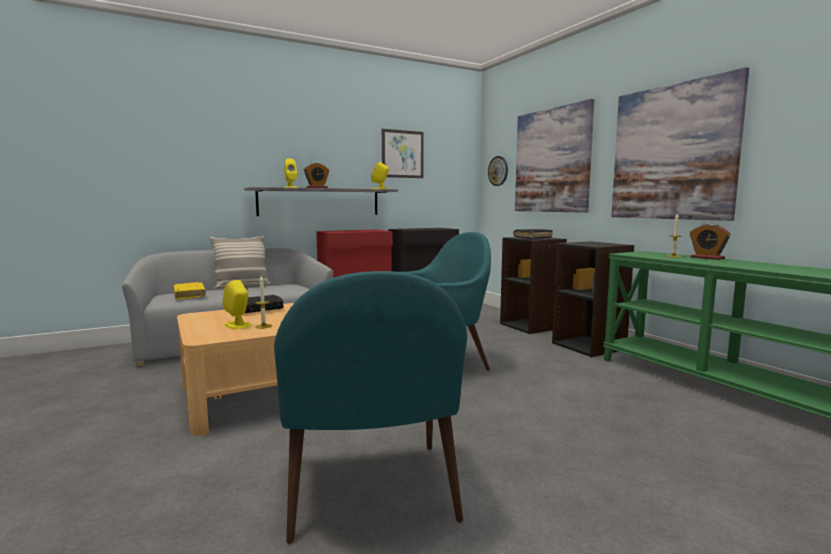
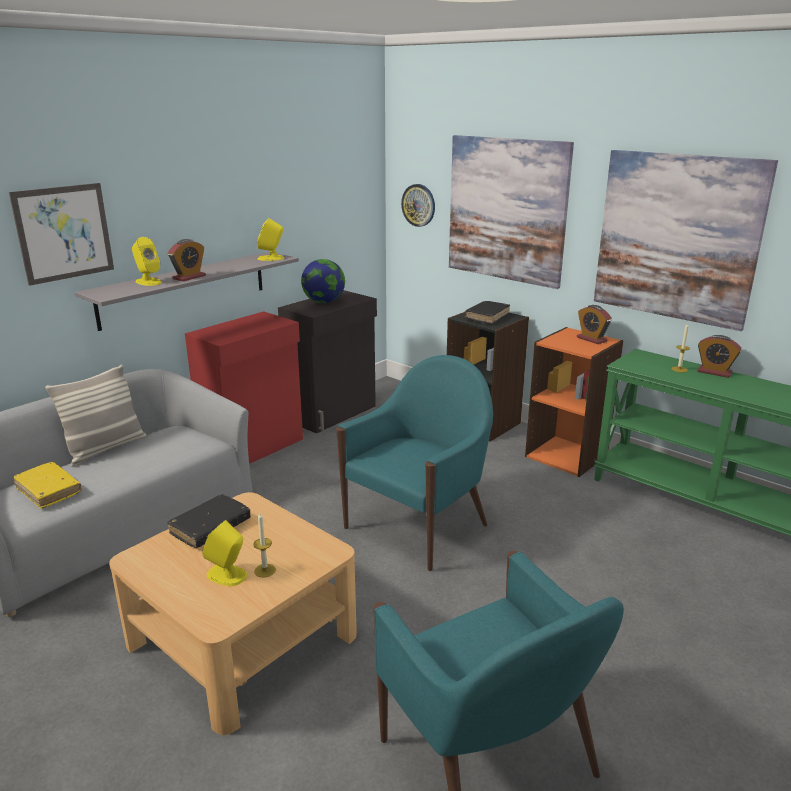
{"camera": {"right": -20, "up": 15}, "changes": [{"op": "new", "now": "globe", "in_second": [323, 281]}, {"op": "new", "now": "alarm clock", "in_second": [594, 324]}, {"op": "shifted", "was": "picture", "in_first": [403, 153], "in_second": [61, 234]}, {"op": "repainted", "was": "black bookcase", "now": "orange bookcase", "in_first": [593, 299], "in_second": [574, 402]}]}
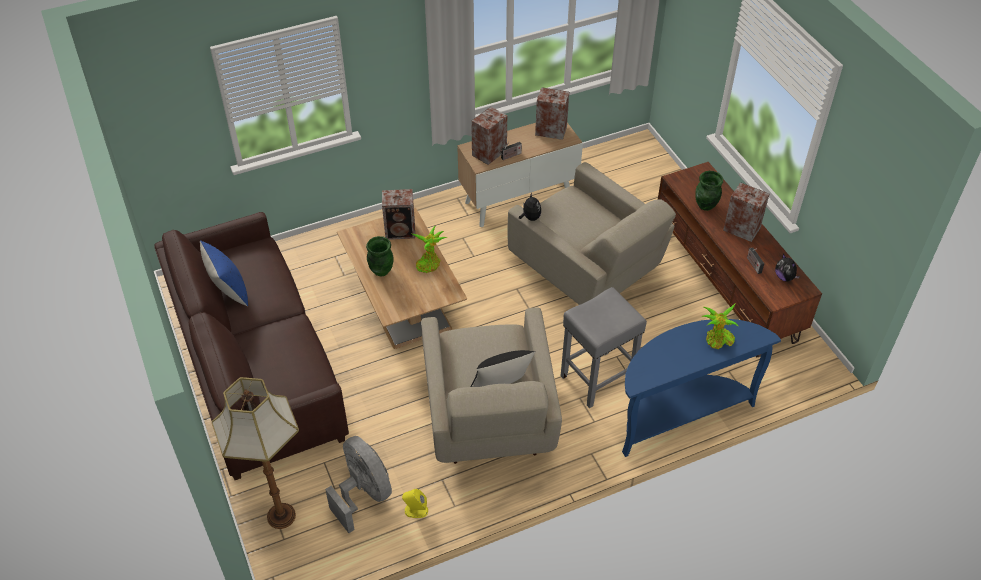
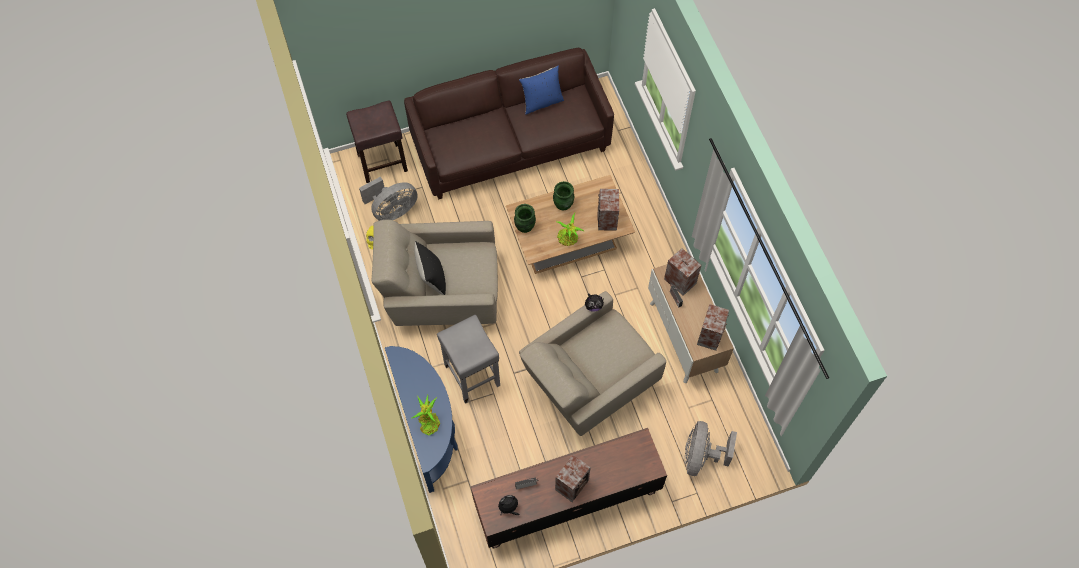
{"camera": {"right": 95, "up": 15}, "changes": [{"op": "new", "now": "grey fan", "in_second": [711, 448]}, {"op": "shifted", "was": "green vase", "in_first": [709, 191], "in_second": [525, 218]}, {"op": "swapped", "was": "floor lamp", "now": "brown stool", "in_first": [255, 453], "in_second": [377, 142]}]}
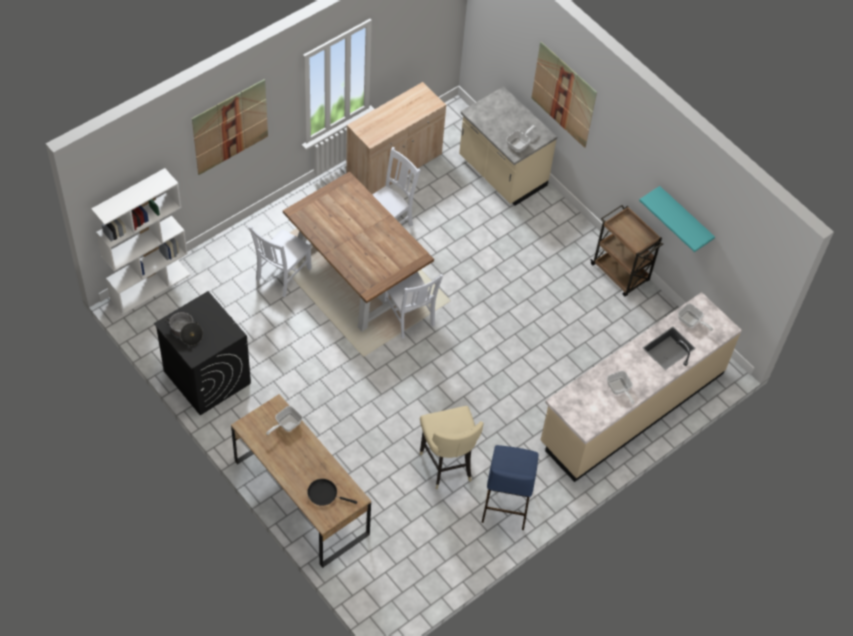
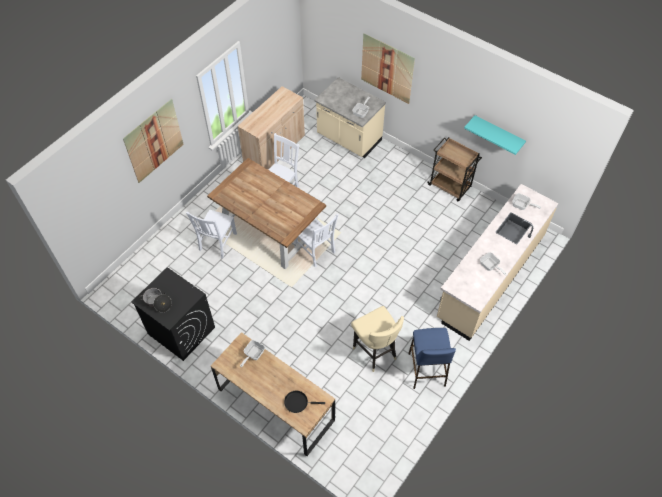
{"camera": {"right": -10, "up": 0}, "changes": [{"op": "gone", "was": "white bookcase", "in_first": [140, 241]}]}
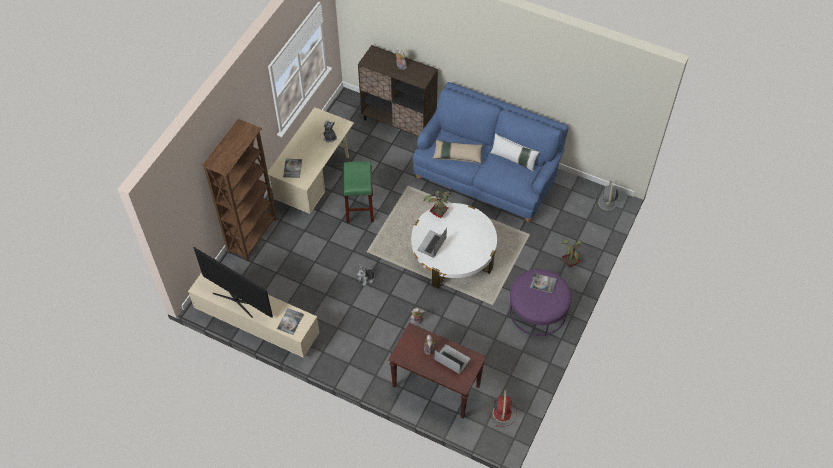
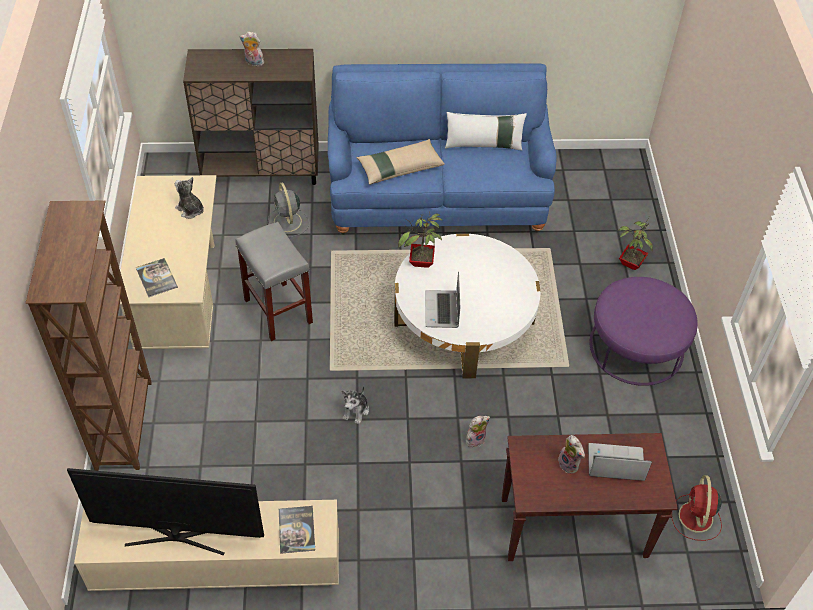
{"camera": {"right": -30, "up": -5}, "changes": [{"op": "gone", "was": "book", "in_first": [543, 283]}, {"op": "shifted", "was": "grey fan", "in_first": [607, 197], "in_second": [288, 209]}, {"op": "repainted", "was": "green stool", "now": "grey stool", "in_first": [359, 192], "in_second": [274, 281]}, {"op": "rotated", "was": "red fan", "in_first": [502, 408], "in_second": [697, 508], "clockwise": -150}]}
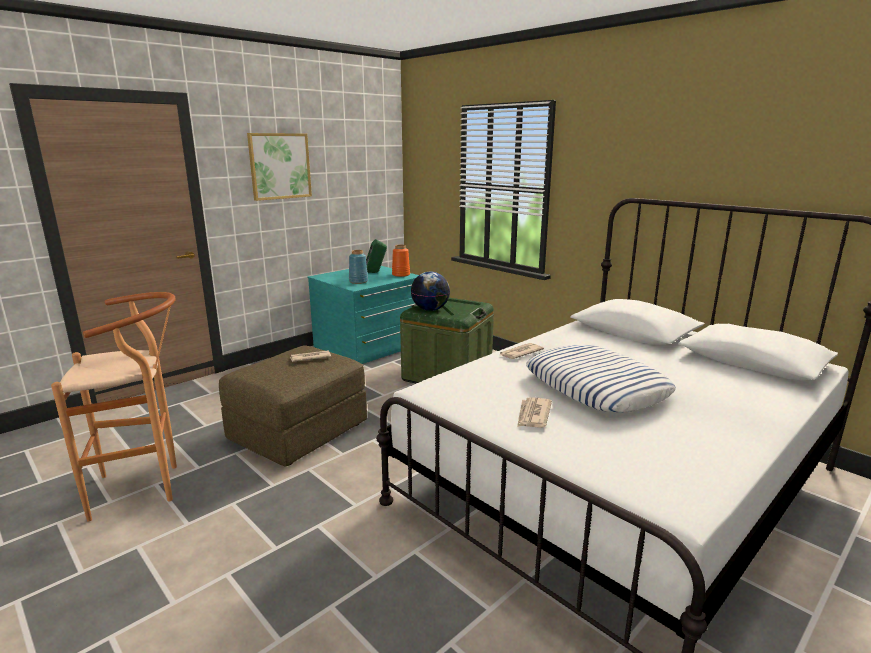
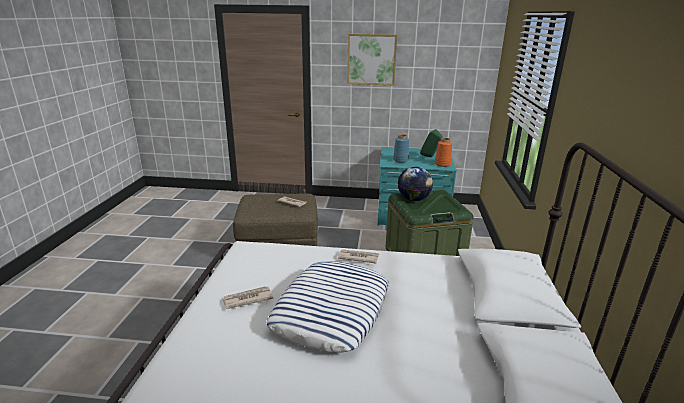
{"camera": {"right": 50, "up": 5}, "changes": [{"op": "gone", "was": "brown stool", "in_first": [114, 407]}]}
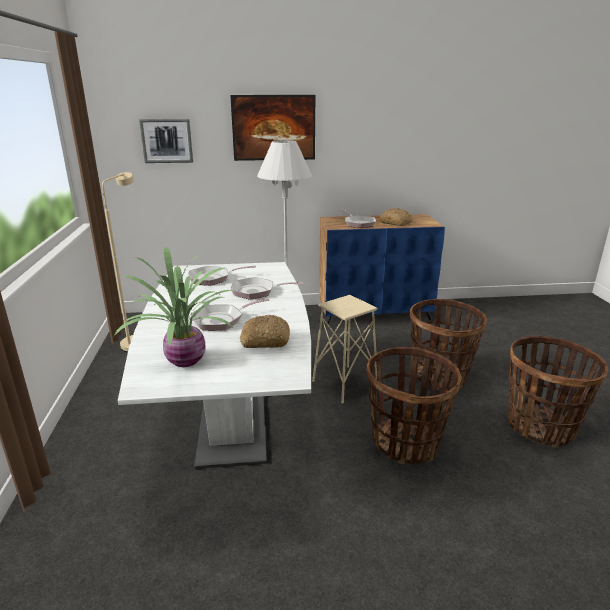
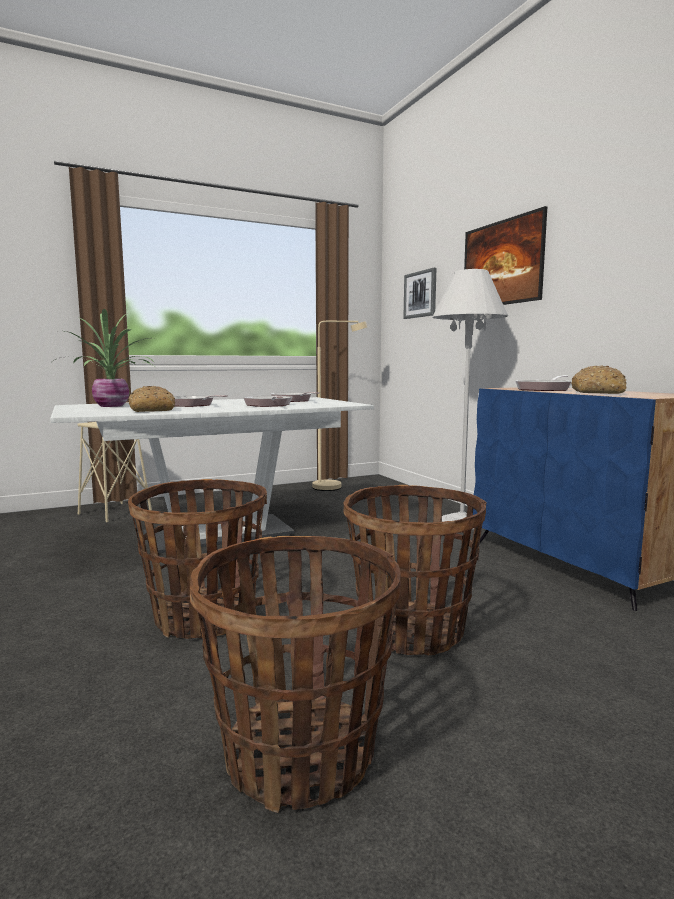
{"camera": {"right": 70, "up": -15}, "changes": [{"op": "shifted", "was": "beige stool", "in_first": [344, 349], "in_second": [114, 472]}]}
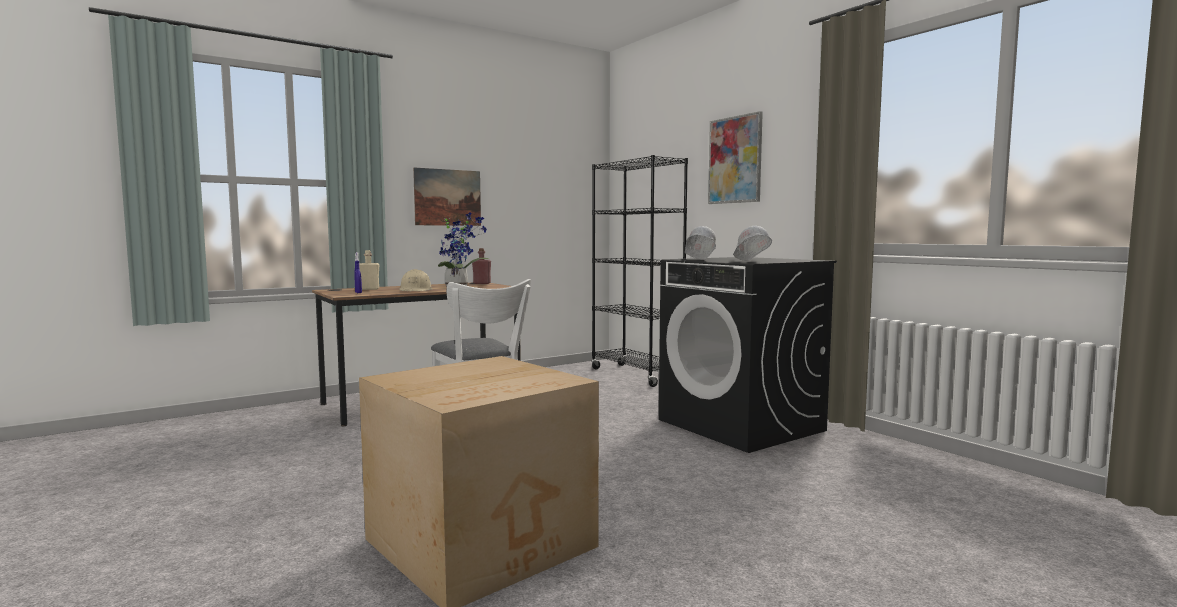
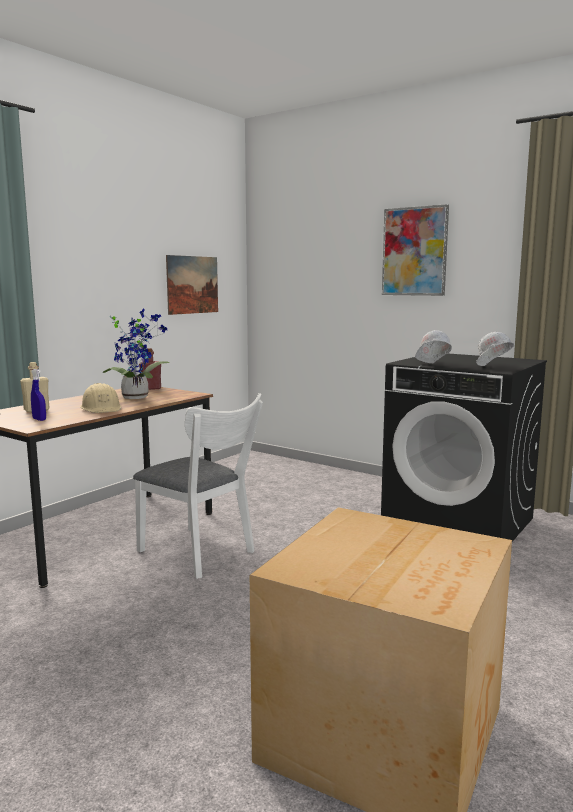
{"camera": {"right": -20, "up": 5}, "changes": [{"op": "gone", "was": "black bookcase", "in_first": [639, 271]}, {"op": "shifted", "was": "picture", "in_first": [447, 196], "in_second": [192, 285]}]}
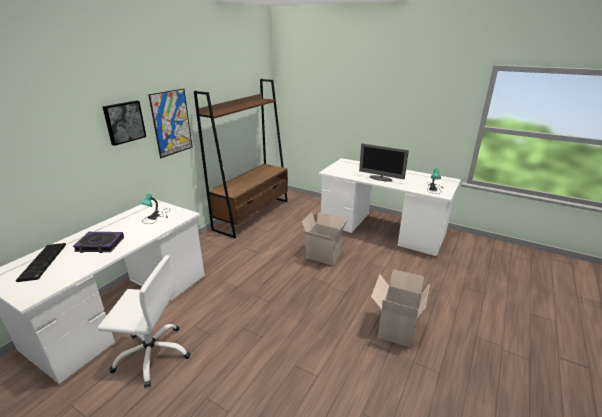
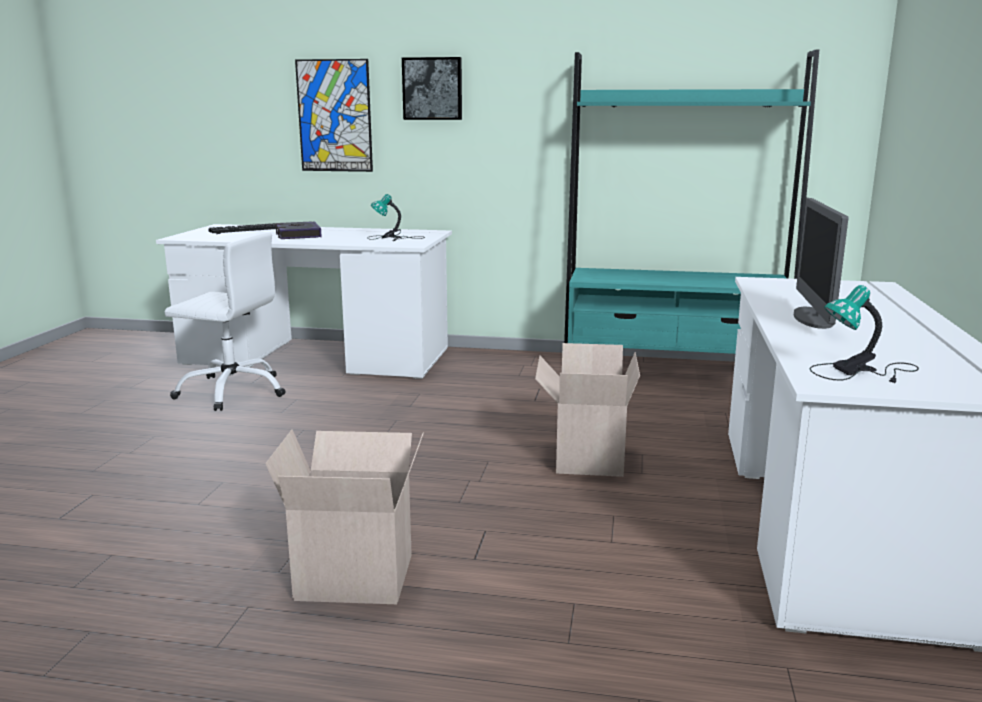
{"camera": {"right": 70, "up": -10}, "changes": [{"op": "shifted", "was": "picture", "in_first": [170, 123], "in_second": [334, 115]}, {"op": "repainted", "was": "brown bookcase", "now": "turquoise bookcase", "in_first": [241, 158], "in_second": [691, 202]}, {"op": "rotated", "was": "white office chair", "in_first": [144, 321], "in_second": [225, 322], "clockwise": -60}]}
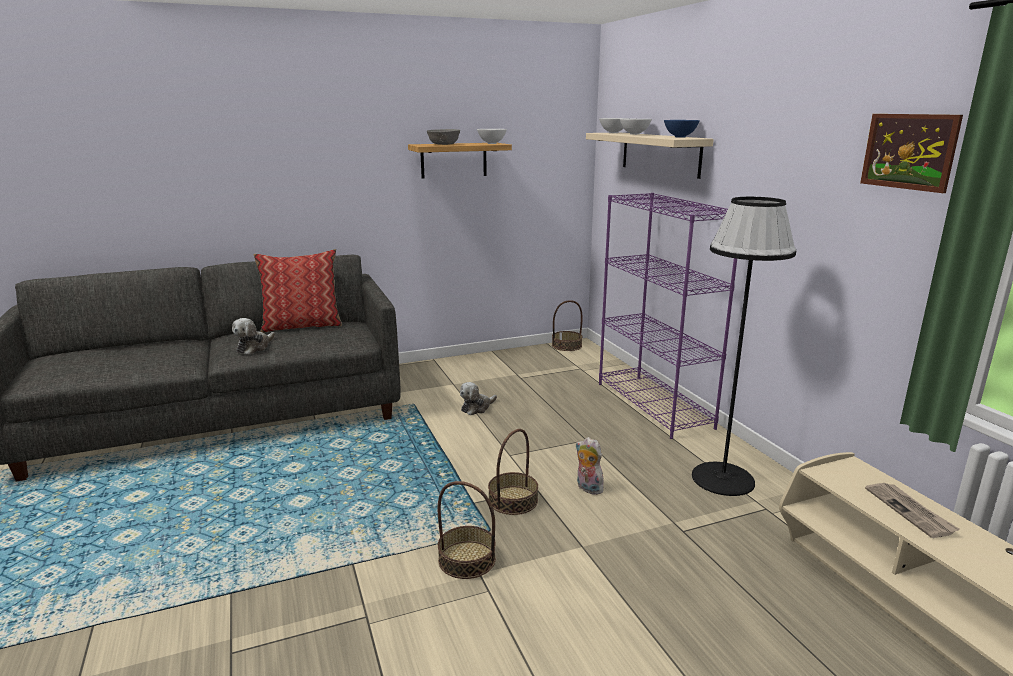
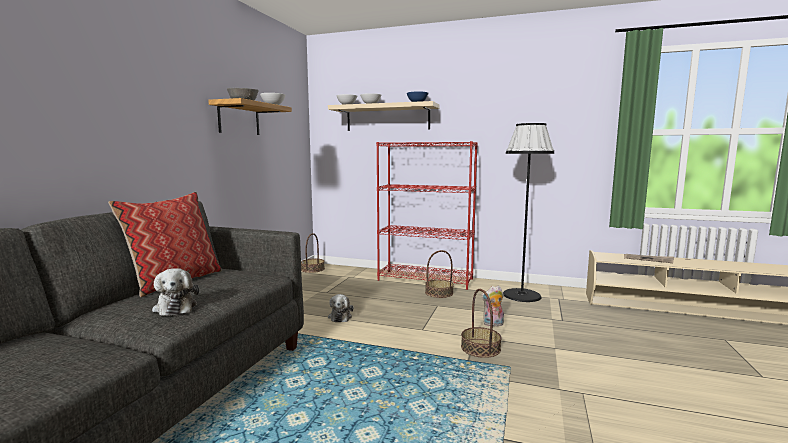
{"camera": {"right": -50, "up": -10}, "changes": [{"op": "gone", "was": "picture", "in_first": [911, 153]}, {"op": "shifted", "was": "basket", "in_first": [467, 530], "in_second": [439, 274]}, {"op": "repainted", "was": "purple bookcase", "now": "red bookcase", "in_first": [668, 316], "in_second": [427, 215]}]}
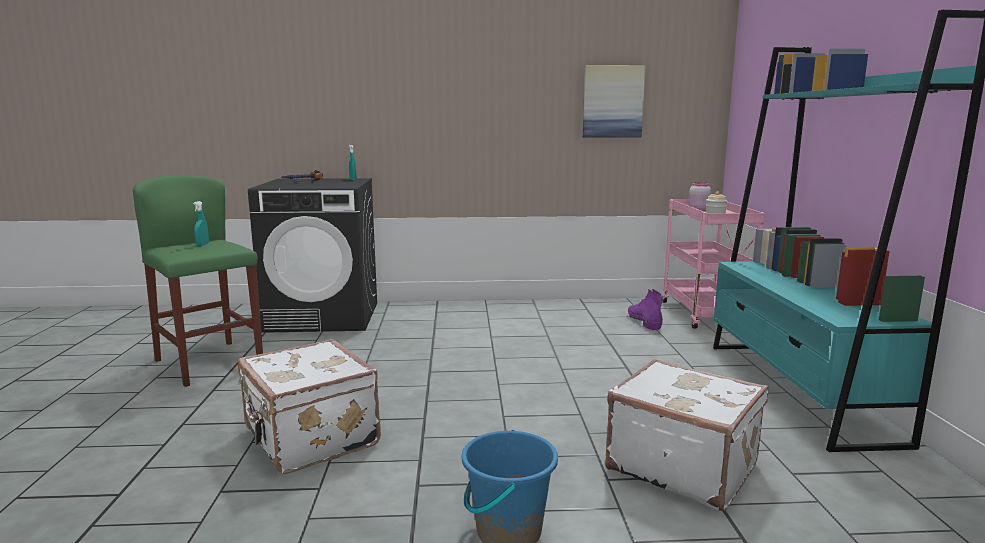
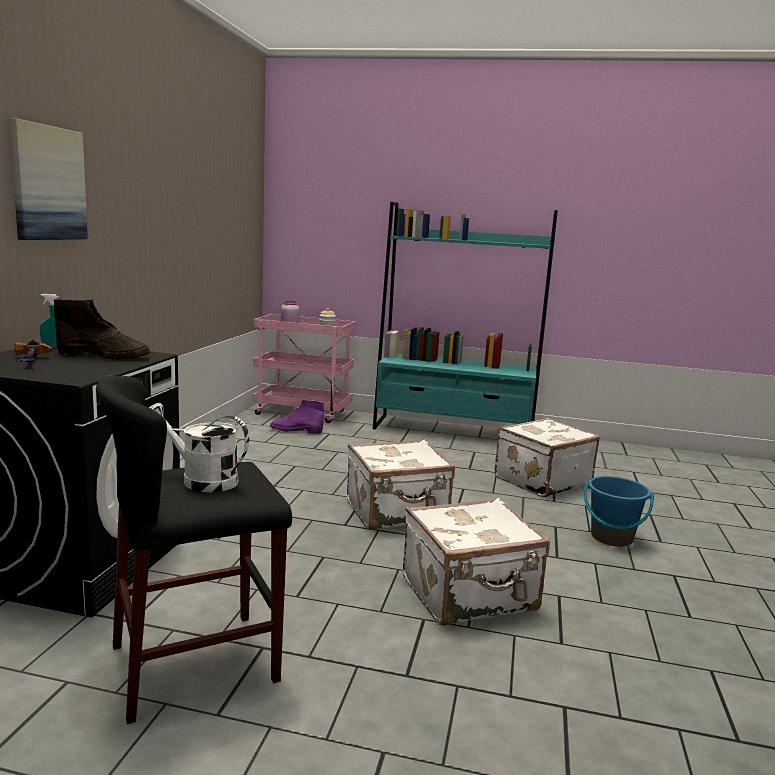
{"camera": {"right": -75, "up": 0}, "changes": [{"op": "new", "now": "brown boot", "in_second": [102, 329]}, {"op": "new", "now": "white suitcase", "in_second": [401, 485]}, {"op": "shifted", "was": "picture", "in_first": [614, 101], "in_second": [48, 179]}, {"op": "swapped", "was": "turquoise spray bottle", "now": "white watering can", "in_first": [201, 223], "in_second": [199, 447]}, {"op": "repainted", "was": "green stool", "now": "black stool", "in_first": [198, 281], "in_second": [194, 550]}]}
